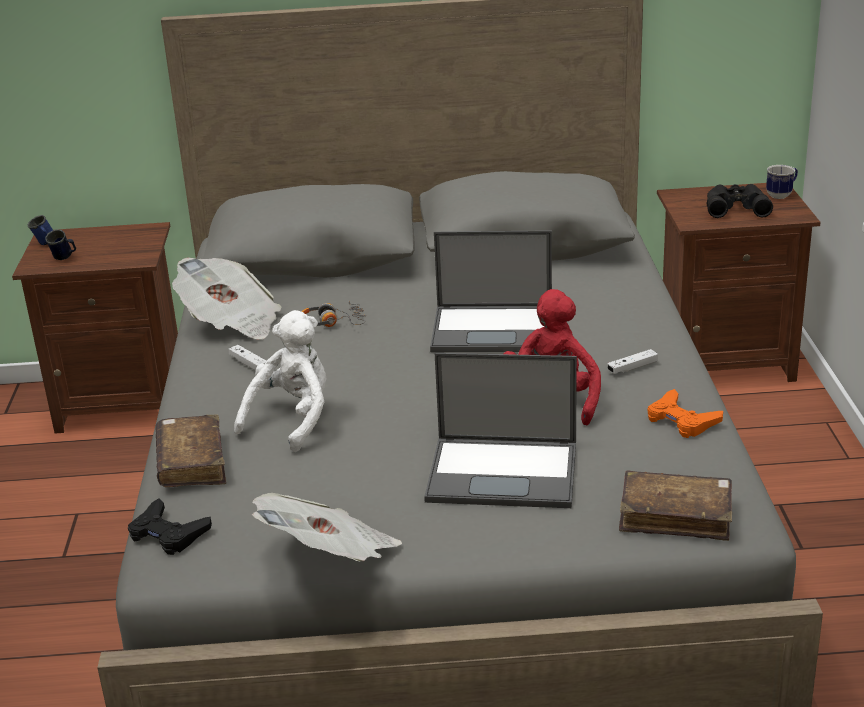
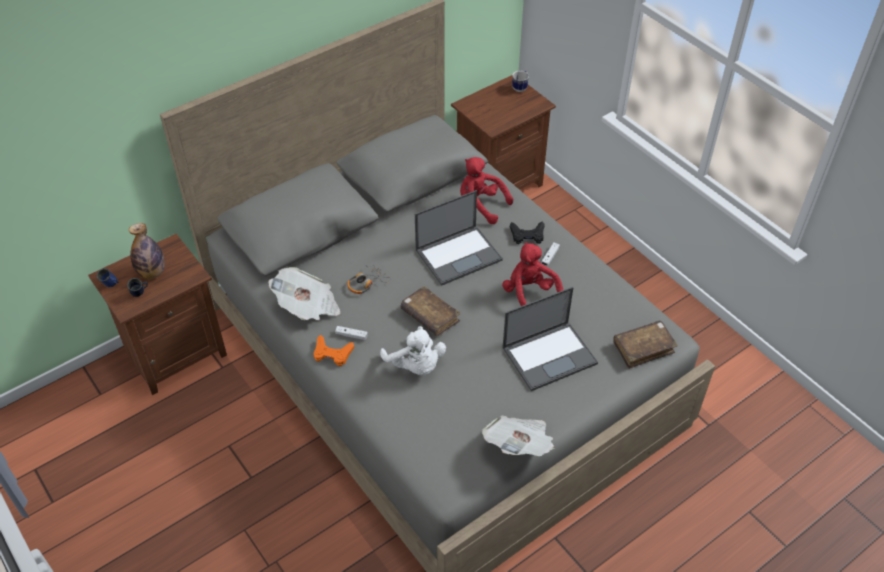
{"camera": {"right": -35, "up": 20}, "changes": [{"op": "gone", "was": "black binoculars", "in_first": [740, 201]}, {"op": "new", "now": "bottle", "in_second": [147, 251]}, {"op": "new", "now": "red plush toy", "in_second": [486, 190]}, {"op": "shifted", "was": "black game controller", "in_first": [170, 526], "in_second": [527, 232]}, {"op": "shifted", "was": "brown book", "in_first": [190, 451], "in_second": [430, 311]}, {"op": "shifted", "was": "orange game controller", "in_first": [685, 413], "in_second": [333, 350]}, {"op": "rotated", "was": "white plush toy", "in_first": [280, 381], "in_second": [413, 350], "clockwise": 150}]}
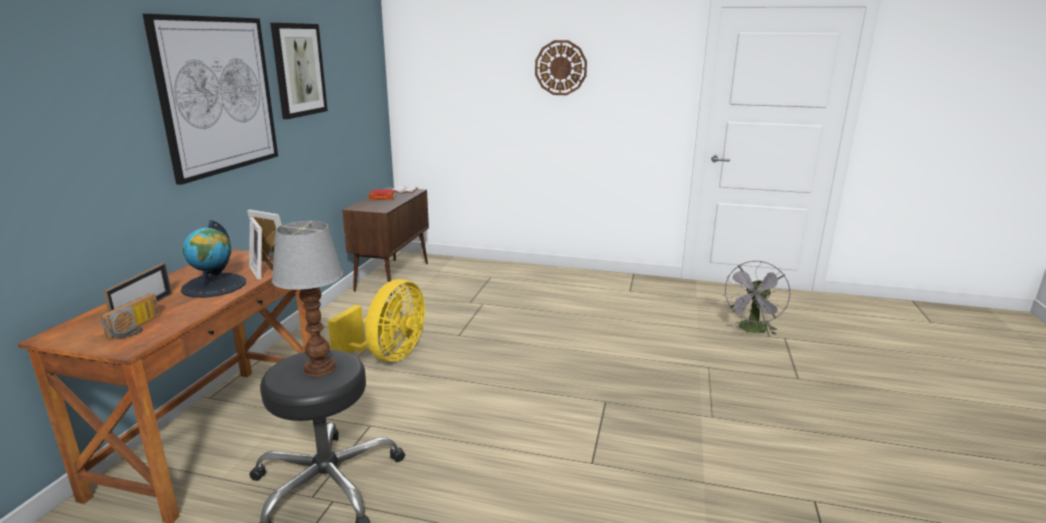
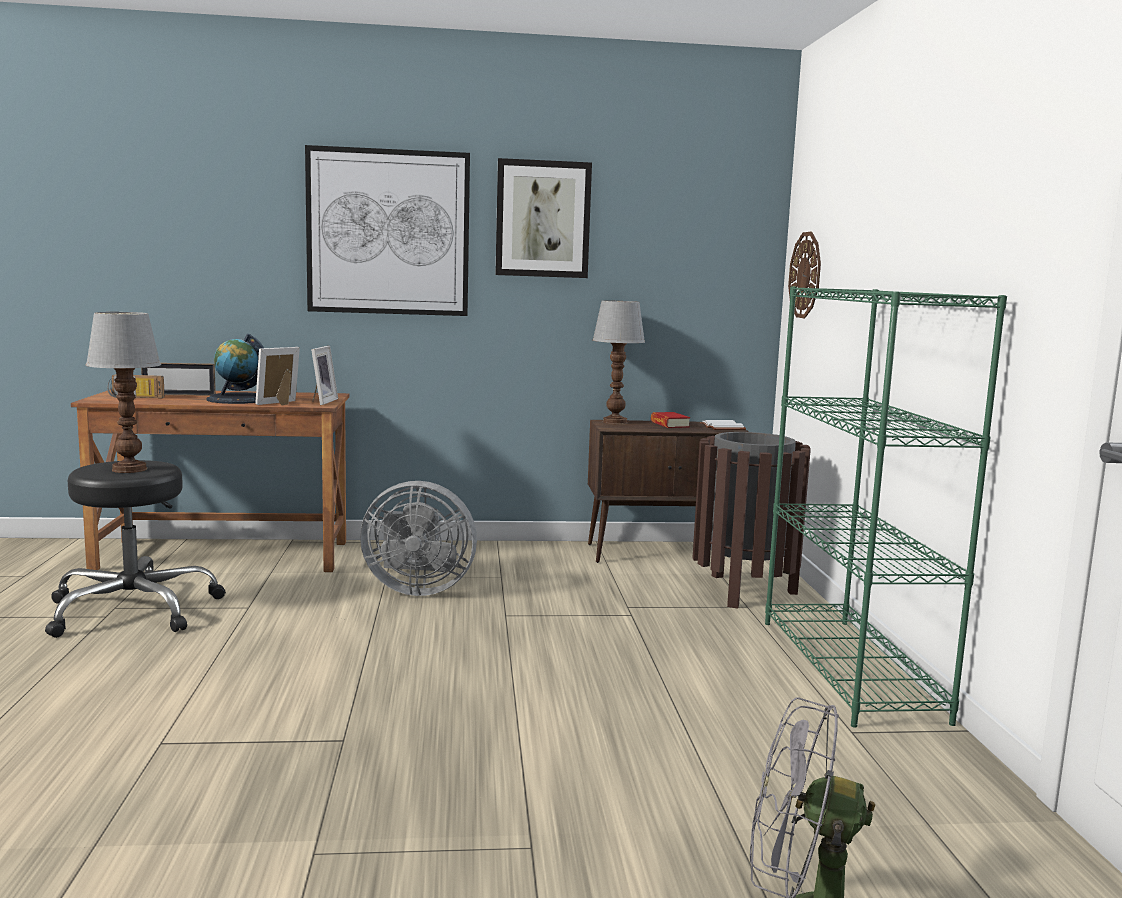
{"camera": {"right": 70, "up": -10}, "changes": [{"op": "new", "now": "table lamp", "in_second": [618, 362]}, {"op": "new", "now": "brown trash can", "in_second": [752, 520]}, {"op": "new", "now": "green bookcase", "in_second": [886, 507]}, {"op": "shifted", "was": "wall clock", "in_first": [561, 67], "in_second": [804, 275]}, {"op": "repainted", "was": "yellow fan", "now": "grey fan", "in_first": [376, 320], "in_second": [418, 538]}]}
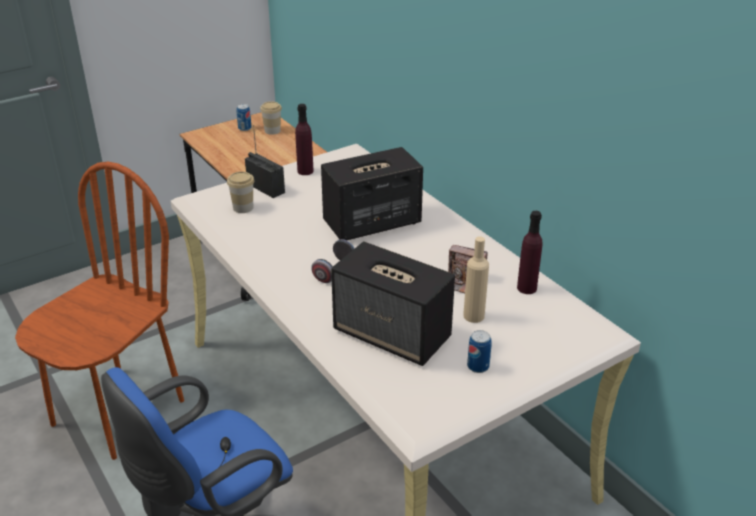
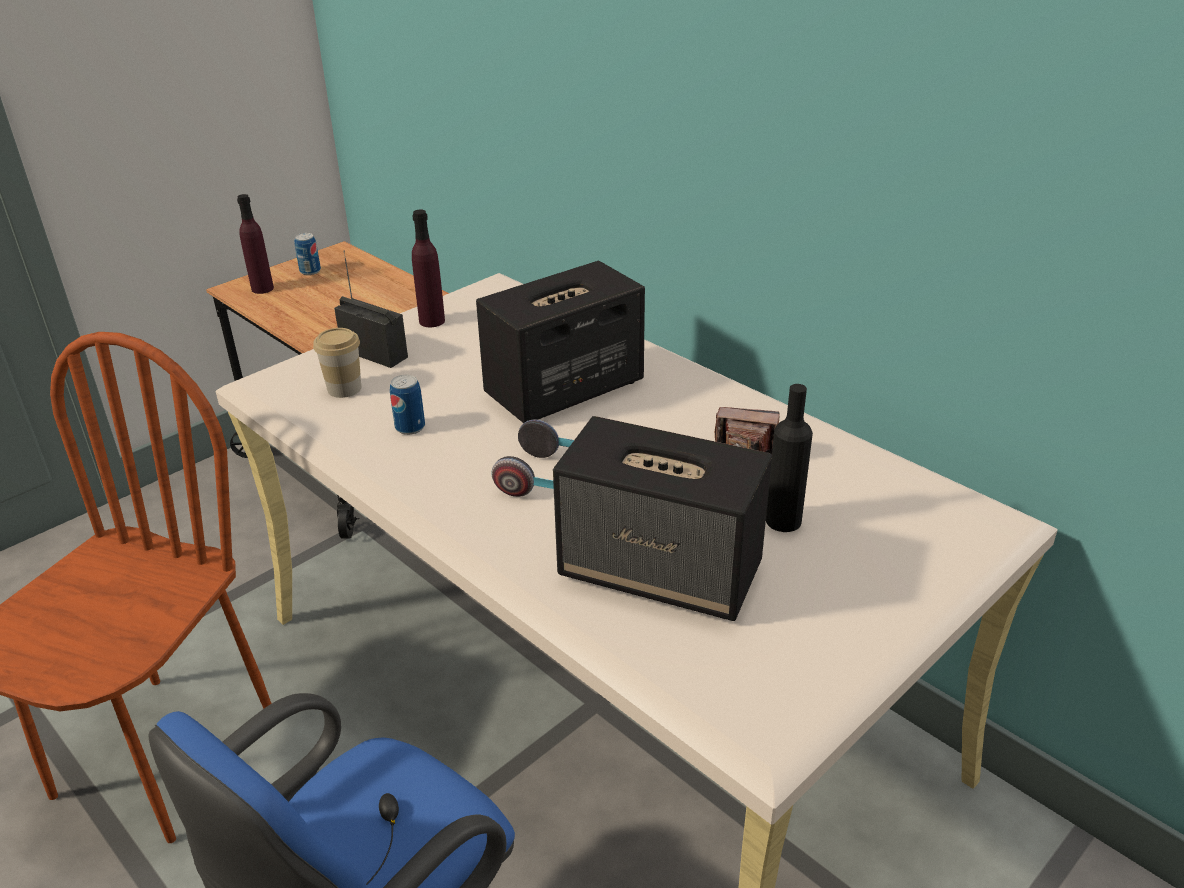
{"camera": {"right": -10, "up": 0}, "changes": [{"op": "gone", "was": "cup", "in_first": [271, 118]}, {"op": "shifted", "was": "can", "in_first": [479, 351], "in_second": [407, 405]}, {"op": "shifted", "was": "purple bottle", "in_first": [529, 252], "in_second": [255, 244]}, {"op": "repainted", "was": "beige bottle", "now": "black bottle", "in_first": [476, 279], "in_second": [789, 458]}]}
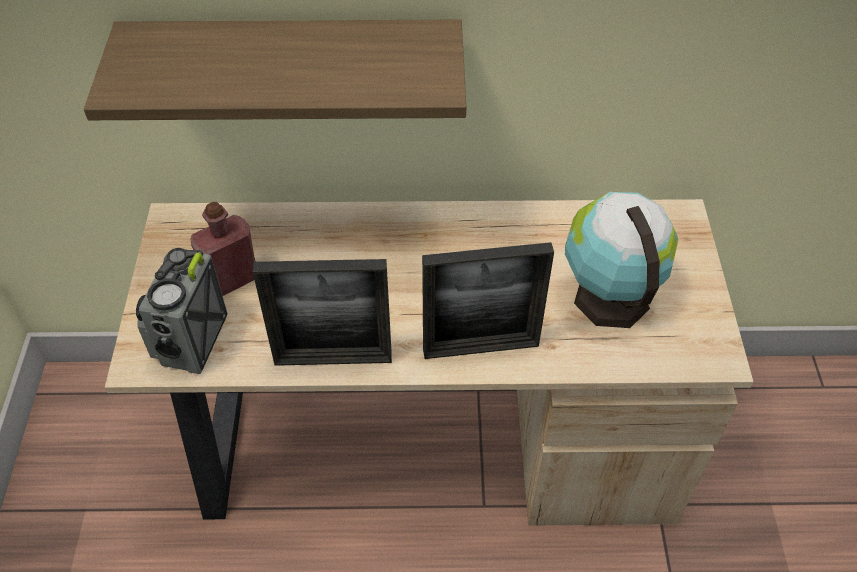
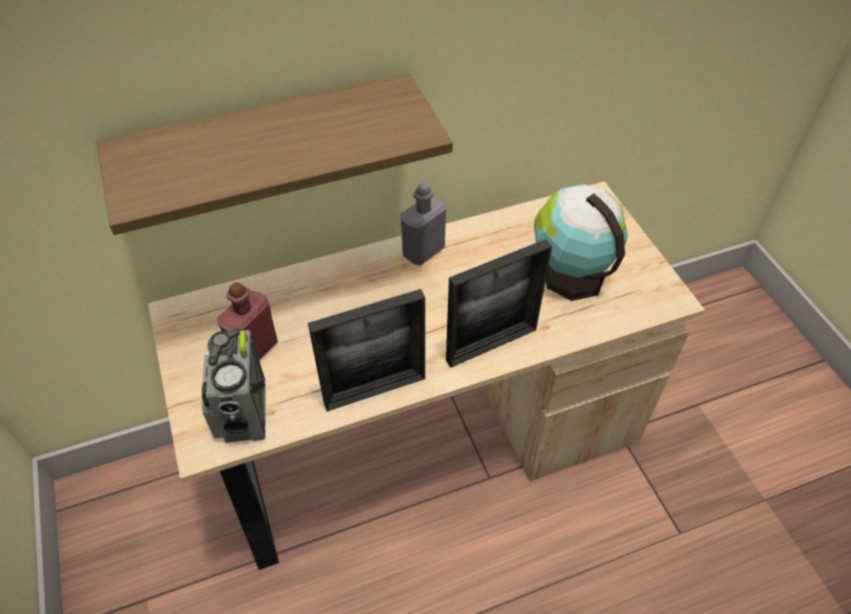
{"camera": {"right": -20, "up": 0}, "changes": [{"op": "new", "now": "grey bottle", "in_second": [423, 224]}]}
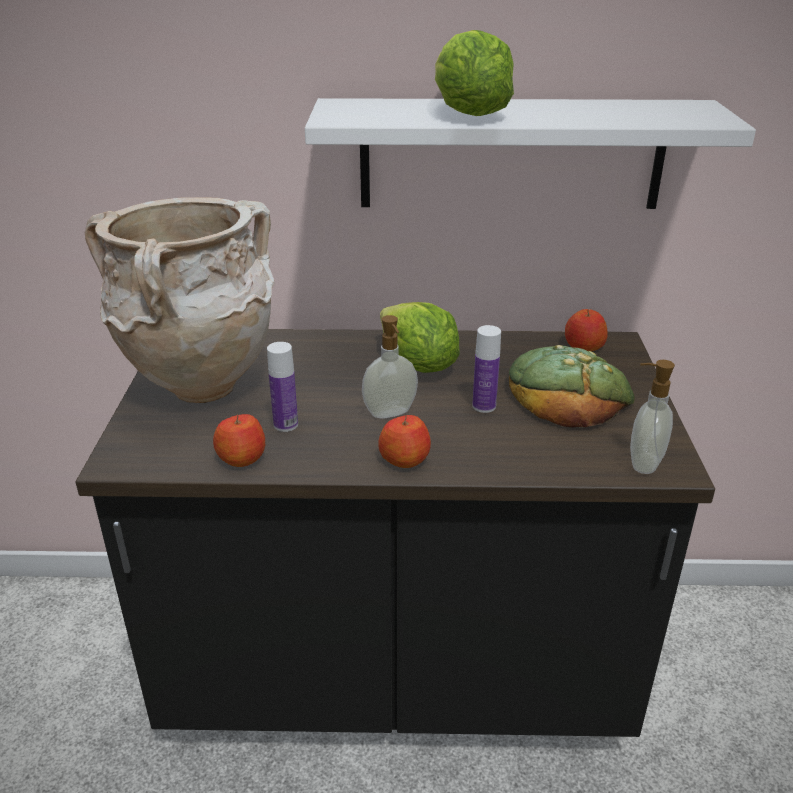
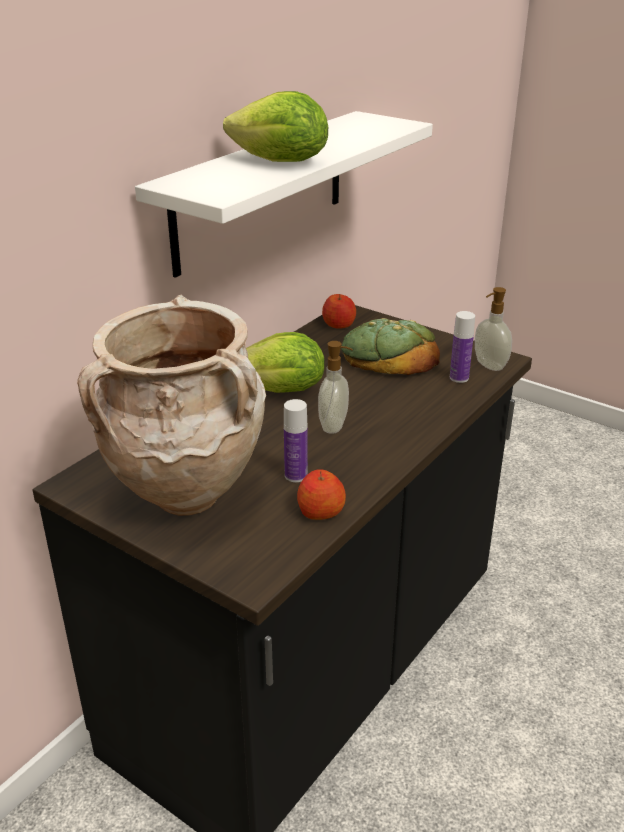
{"camera": {"right": -55, "up": 0}, "changes": [{"op": "gone", "was": "apple", "in_first": [404, 441]}, {"op": "shifted", "was": "bottle", "in_first": [486, 369], "in_second": [462, 347]}]}
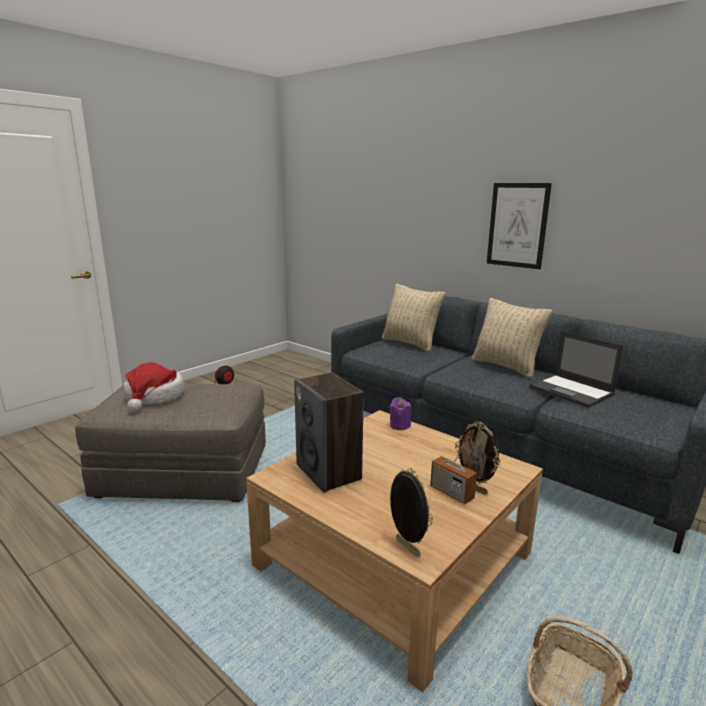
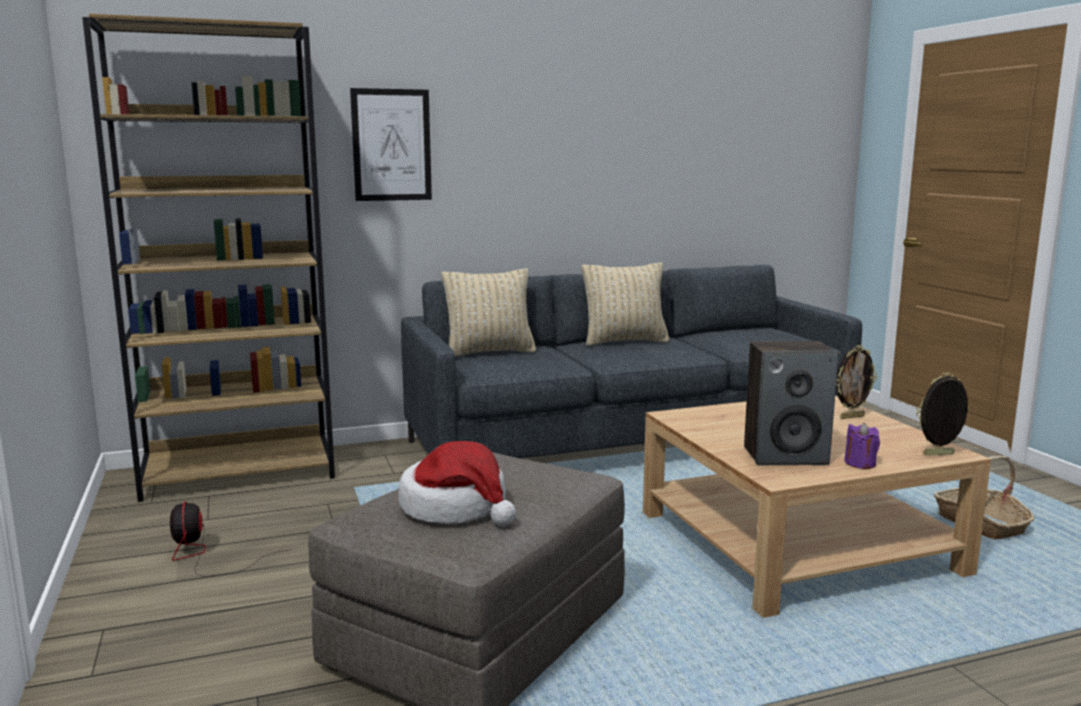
{"camera": {"right": -60, "up": -5}, "changes": [{"op": "gone", "was": "radio", "in_first": [453, 470]}, {"op": "gone", "was": "laptop", "in_first": [576, 369]}, {"op": "new", "now": "brown bookcase", "in_second": [208, 258]}, {"op": "shifted", "was": "purple candle", "in_first": [400, 414], "in_second": [862, 446]}, {"op": "shifted", "was": "picture", "in_first": [519, 226], "in_second": [391, 144]}]}
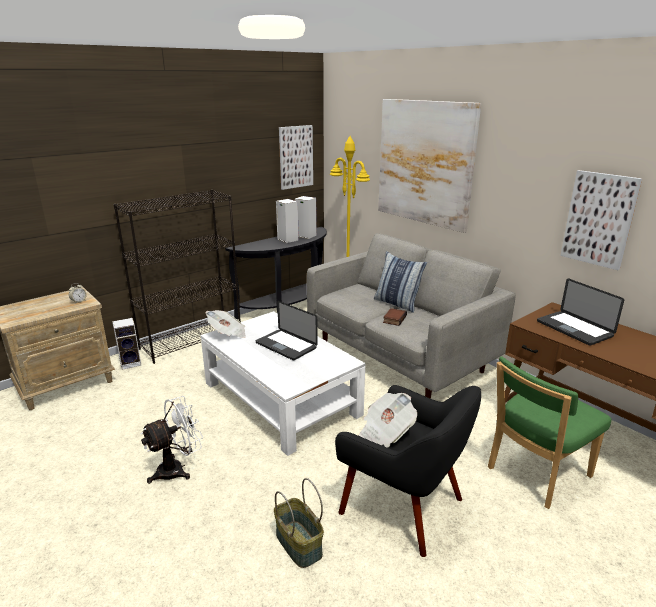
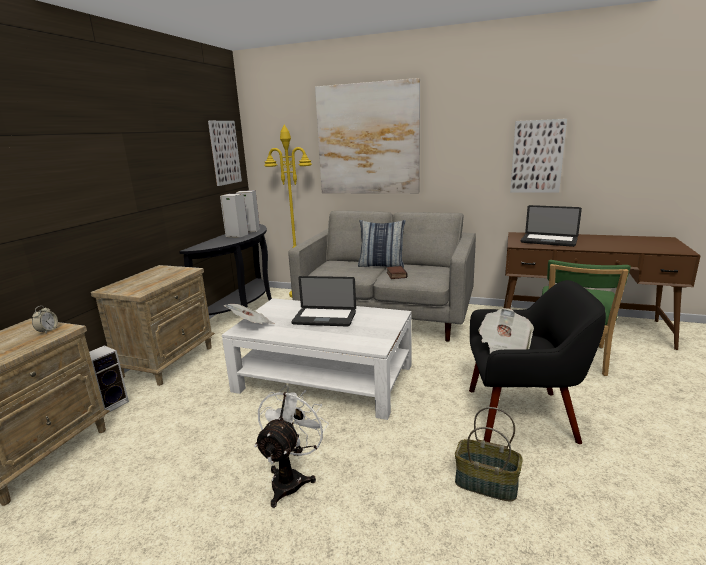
{"camera": {"right": -30, "up": -5}, "changes": [{"op": "swapped", "was": "black bookcase", "now": "beige nightstand", "in_first": [177, 277], "in_second": [153, 325]}]}
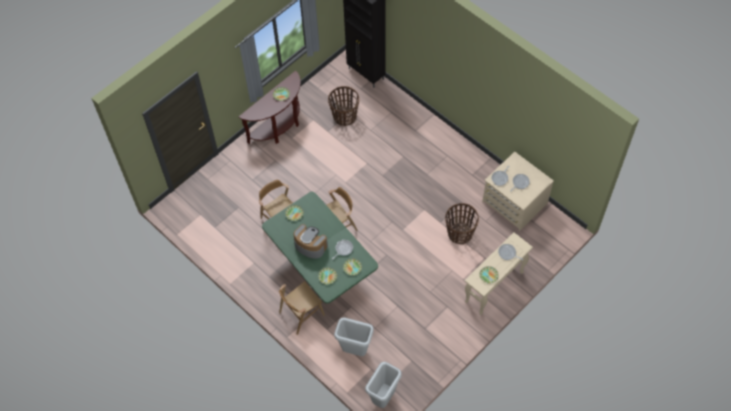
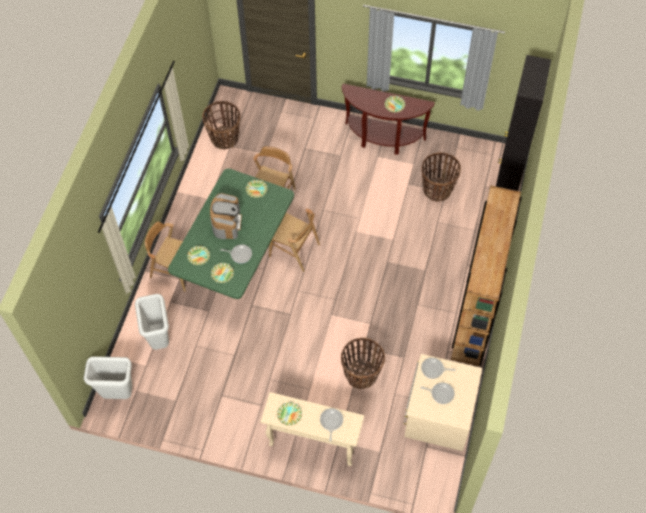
{"camera": {"right": 60, "up": 0}, "changes": [{"op": "new", "now": "basket", "in_second": [221, 125]}, {"op": "new", "now": "brown bookcase", "in_second": [486, 275]}]}
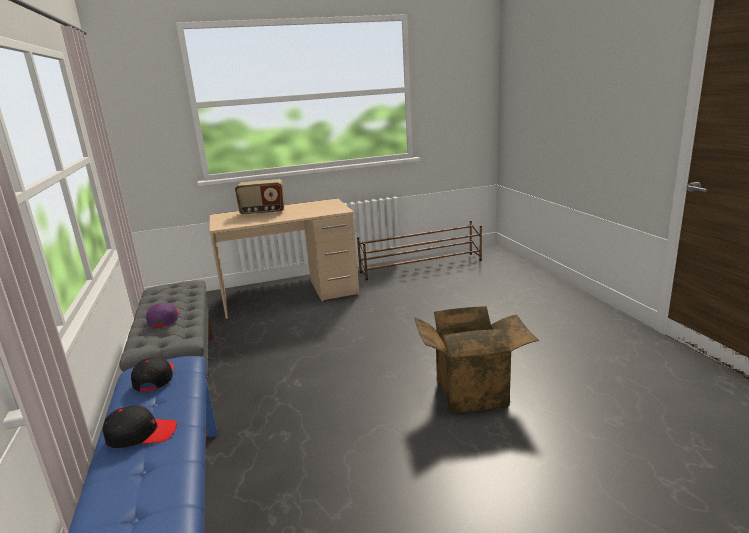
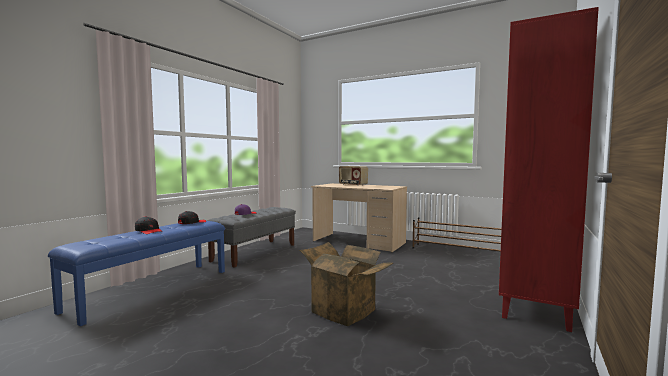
{"camera": {"right": 45, "up": -15}, "changes": [{"op": "new", "now": "red bookcase", "in_second": [549, 169]}]}
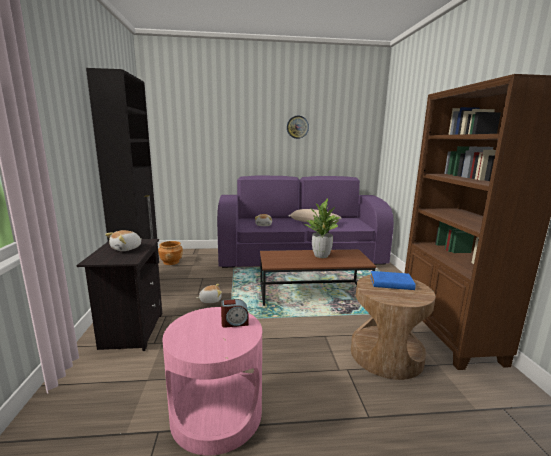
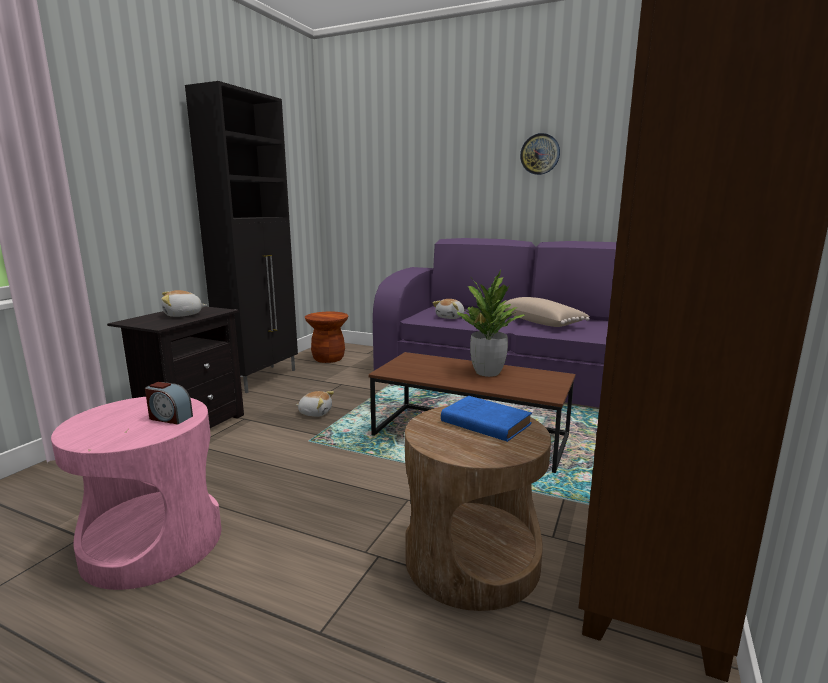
{"camera": {"right": 30, "up": 0}, "changes": [{"op": "swapped", "was": "brown planter", "now": "brown stool", "in_first": [170, 253], "in_second": [327, 337]}]}
